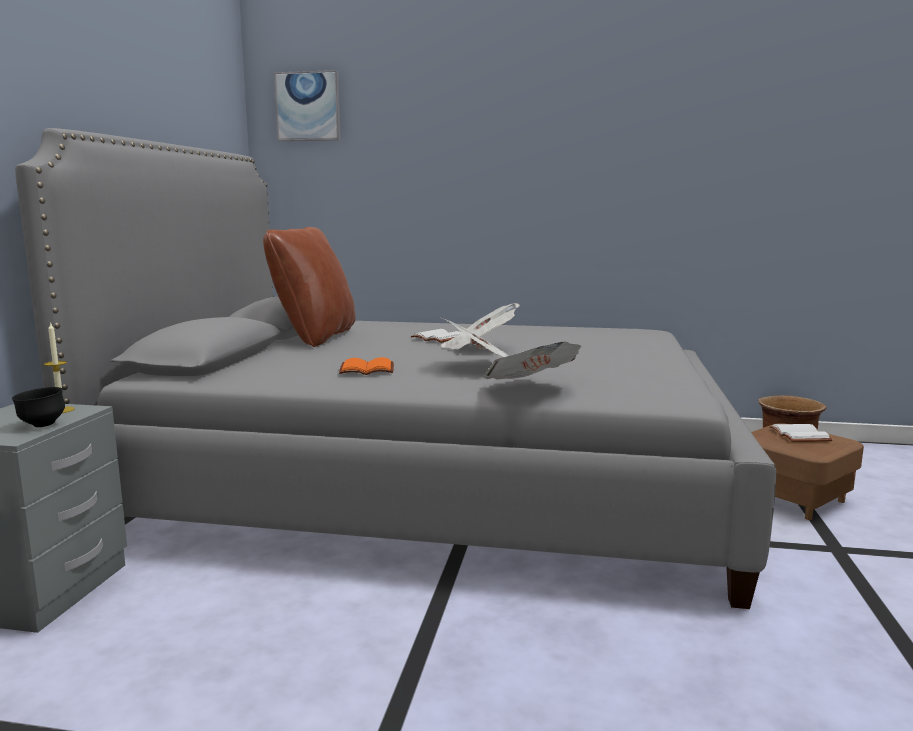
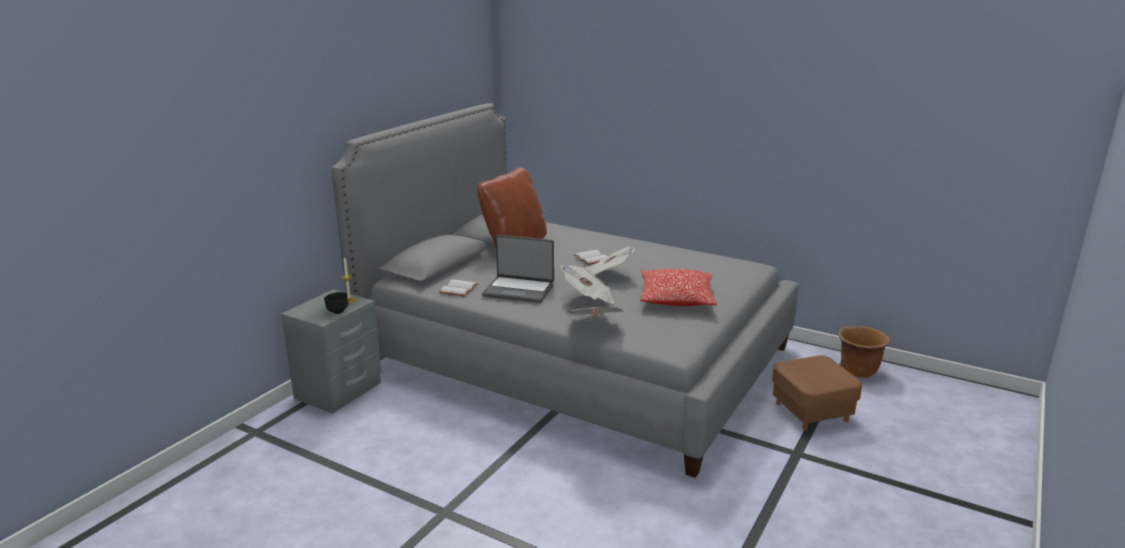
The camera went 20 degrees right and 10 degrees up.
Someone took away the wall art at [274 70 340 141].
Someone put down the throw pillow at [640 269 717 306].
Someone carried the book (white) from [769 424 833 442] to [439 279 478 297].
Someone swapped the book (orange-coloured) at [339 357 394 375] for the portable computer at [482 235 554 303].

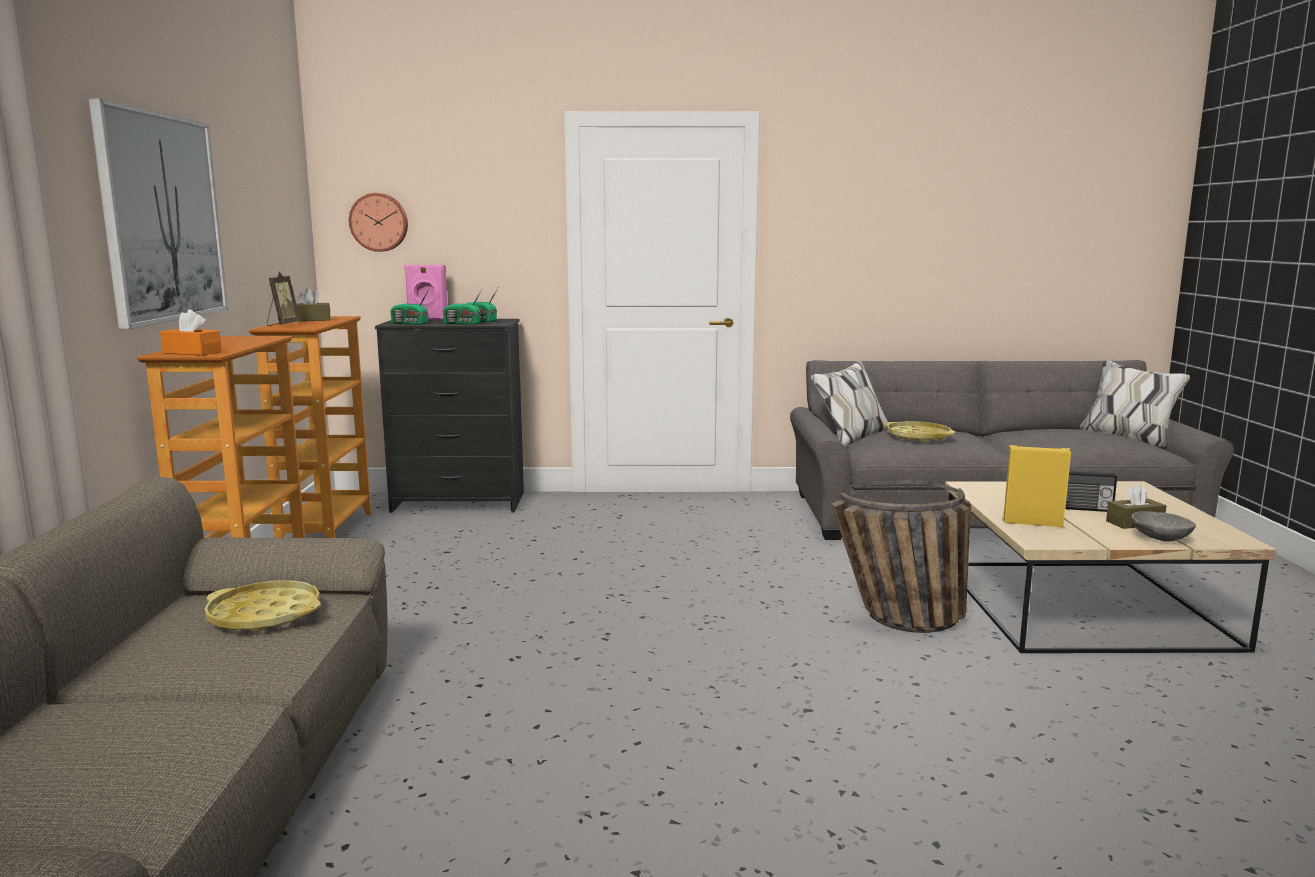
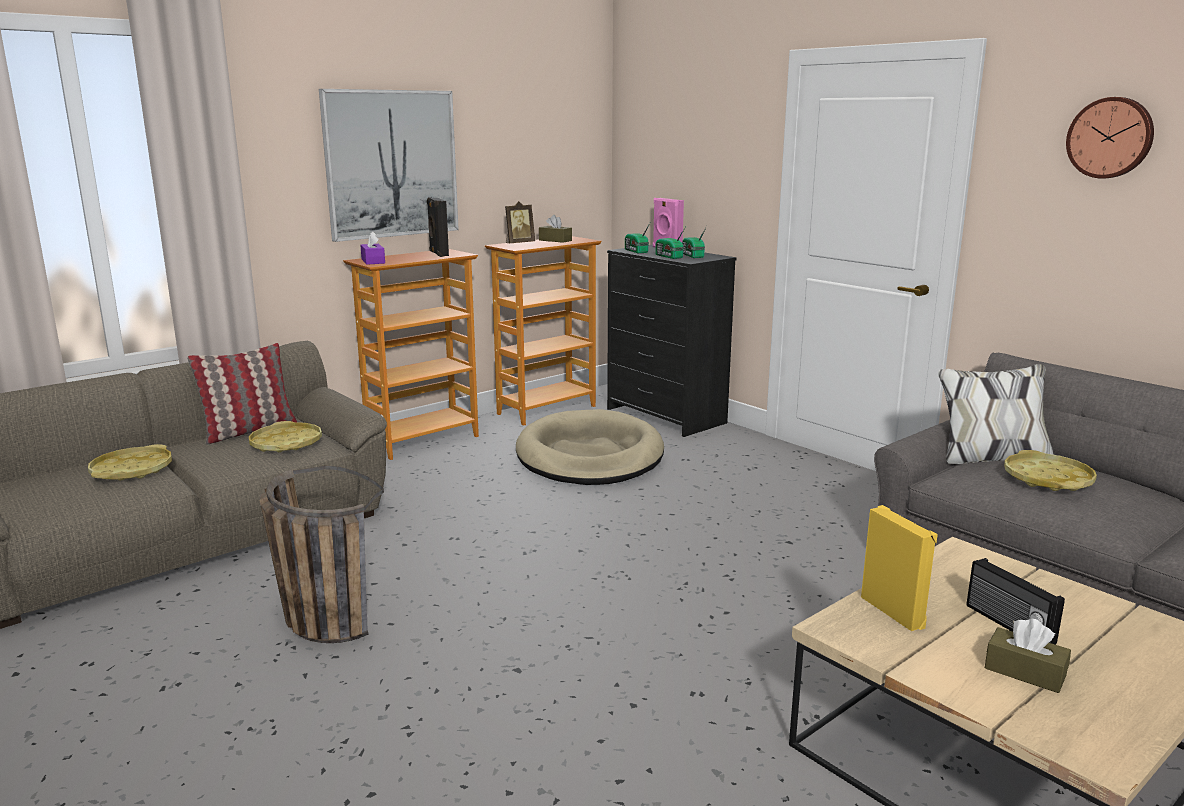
The camera went 50 degrees right and 5 degrees up.
Someone took away the bowl (greyish) at [1131 511 1196 542].
Someone put down the carrying tray (yellow-coloured) at [88 444 172 480].
Someone put down the throw pillow at [187 343 297 444].
Someone put down the loudspeaker (black-coloured) at [427 197 449 257].
Someone put down the dog bed (beige-coloured) at [516 409 664 485].
Someone carried the hanging clock from [349 193 408 252] to [1066 97 1154 179].
Someone carried the basket from [831 480 971 633] to [259 465 384 643].
Someone repainted the tissue box (orange-coloured) at [160 309 222 356], which became the tissue box (purple) at [360 231 385 265].

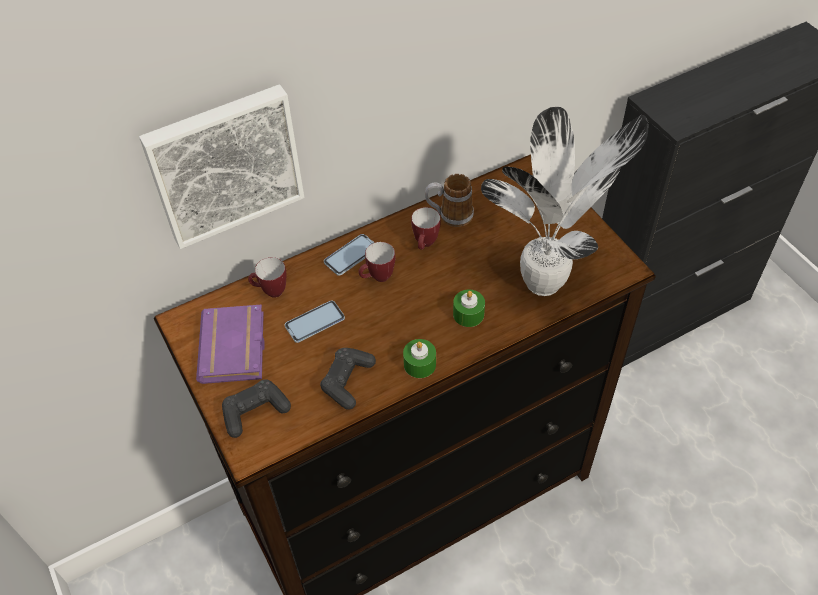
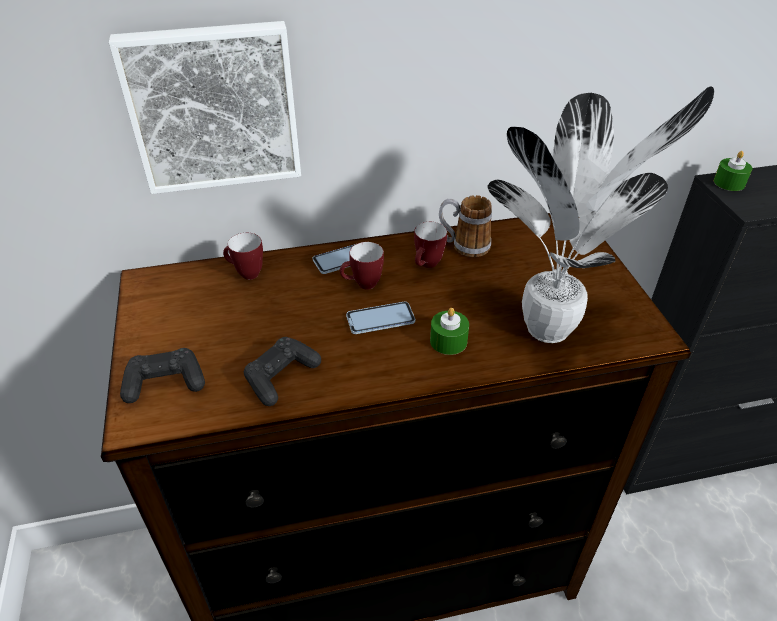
The camera went 15 degrees right and 10 degrees down.
Someone took away the book (purple) at [196 305 265 384].
Someone carried the phone from [285 301 345 343] to [346 301 415 334].
Someone carried the candle (green) from [403 339 436 378] to [714 151 752 191].

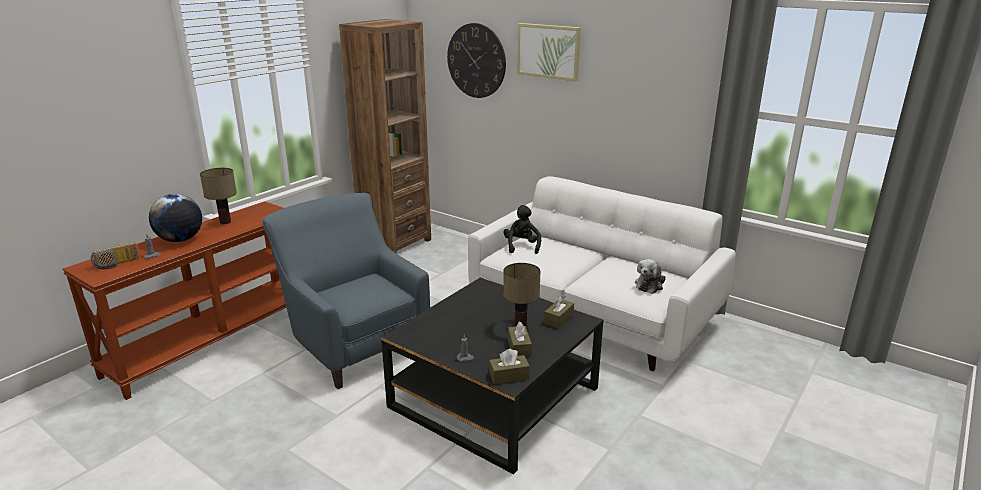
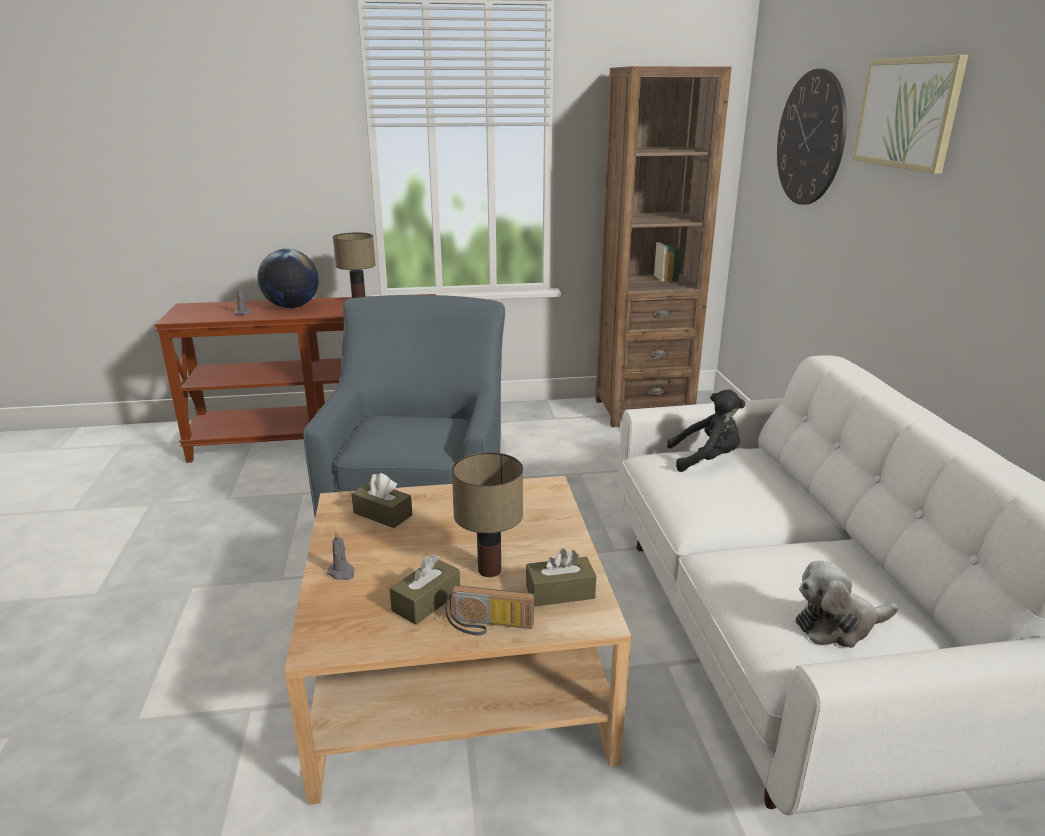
The camera went 45 degrees right and 0 degrees up.
Someone carried the radio receiver from [91 242 139 269] to [445 585 534 635].
Someone carried the tissue box (brown) from [489 349 530 384] to [351 473 412 528].
Someone repainted the coffee table (black-coloured) at [381 278 603 475], which became the coffee table (beige-coloured) at [284 476 631 805].
Someone rotated the cuddly toy (black-coloured) at [503 205 541 254] by 45 degrees clockwise.

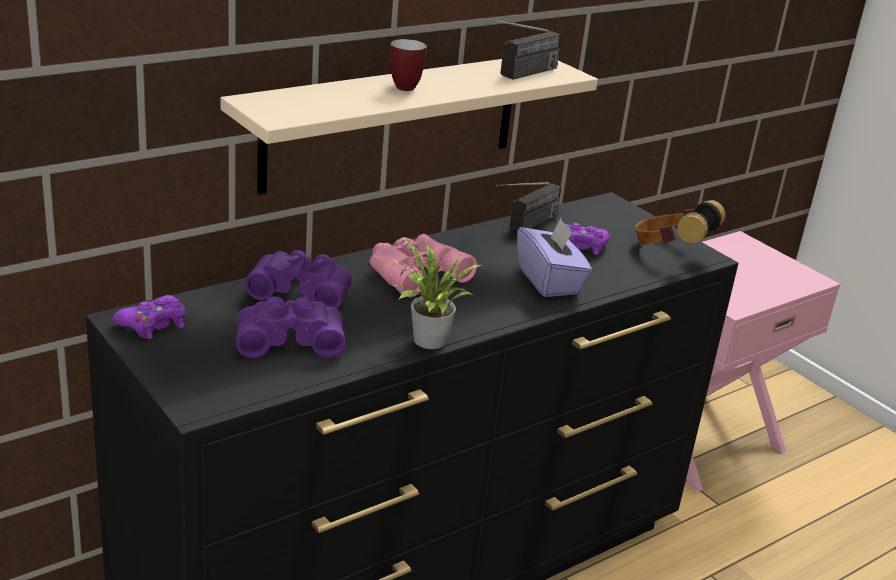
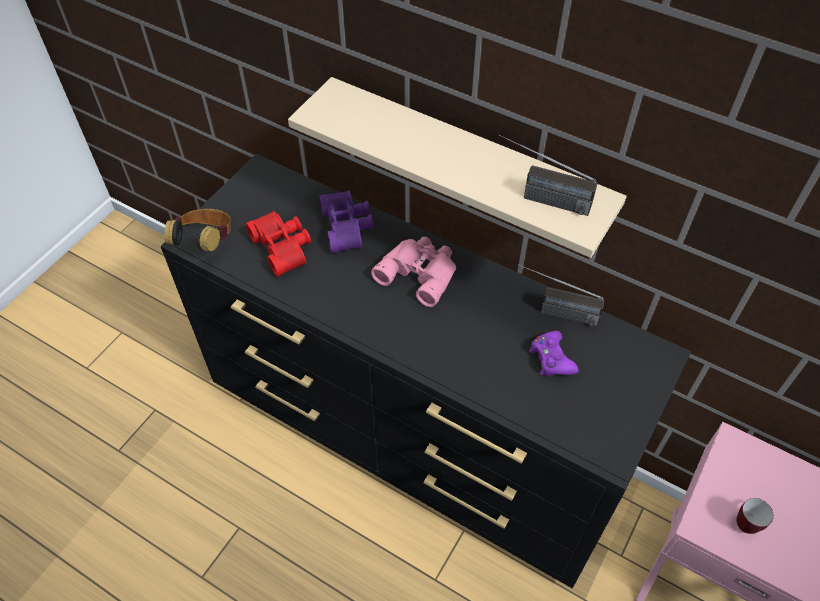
The camera went 70 degrees right and 25 degrees up.
Someone took away the joypad (purple) at [113 295 186 339].
Someone took away the plant in a pot at [391 239 481 349].
Someone took away the tissue box (purple) at [517 217 592 297].
Someone carried the mug from [390 39 427 91] to [737 498 774 534].
Someone carried the pair of headphones from [635 200 726 245] to [164 209 231 251].
Someone repainted the binoculars (purple) at [236 296 346 358], which became the binoculars (reddish) at [245 211 311 277].

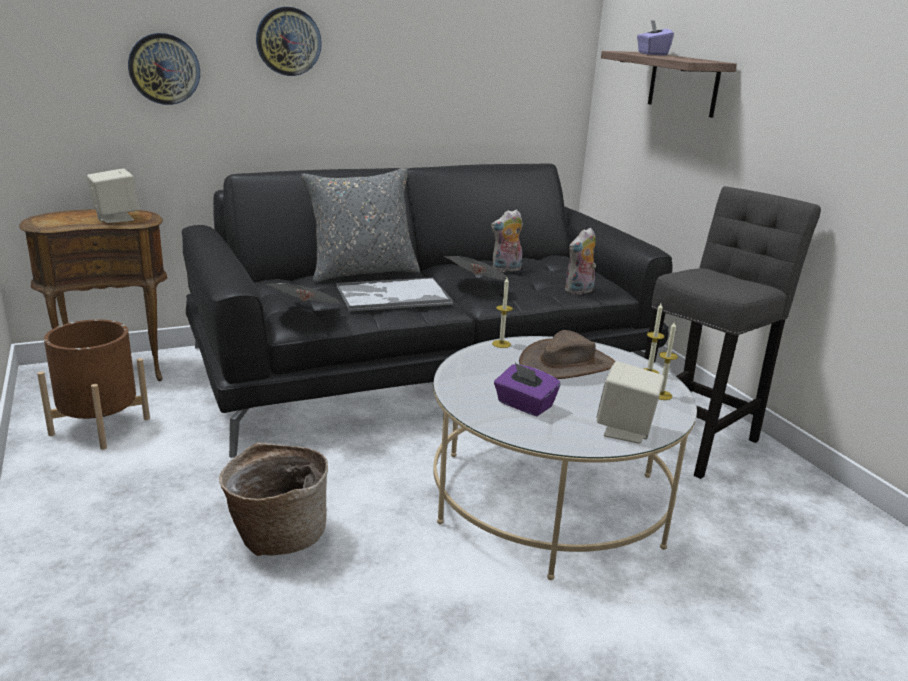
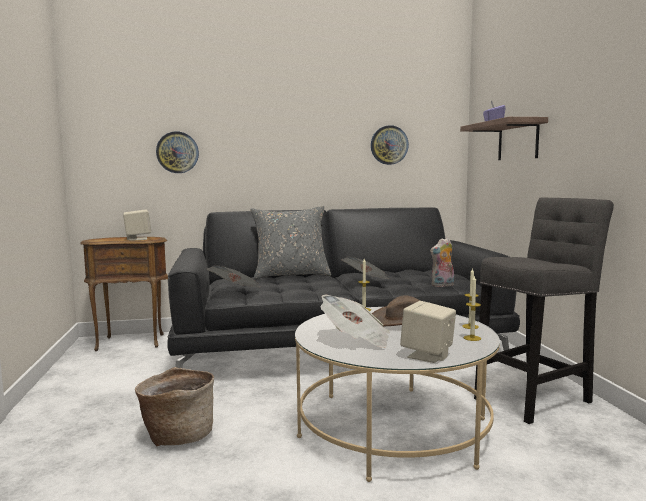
The camera went 15 degrees right and 15 degrees down.
Someone took away the planter (brown) at [37 319 150 450].
Someone took away the carrying tray at [337 277 453 312].
Someone took away the cuddly toy at [491 210 523 272].
Someone carried the hanging clock from [256 7 322 76] to [371 125 409 165].
Someone swapped the tissue box (purple) at [494 363 561 416] for the newspaper at [320 295 390 348].

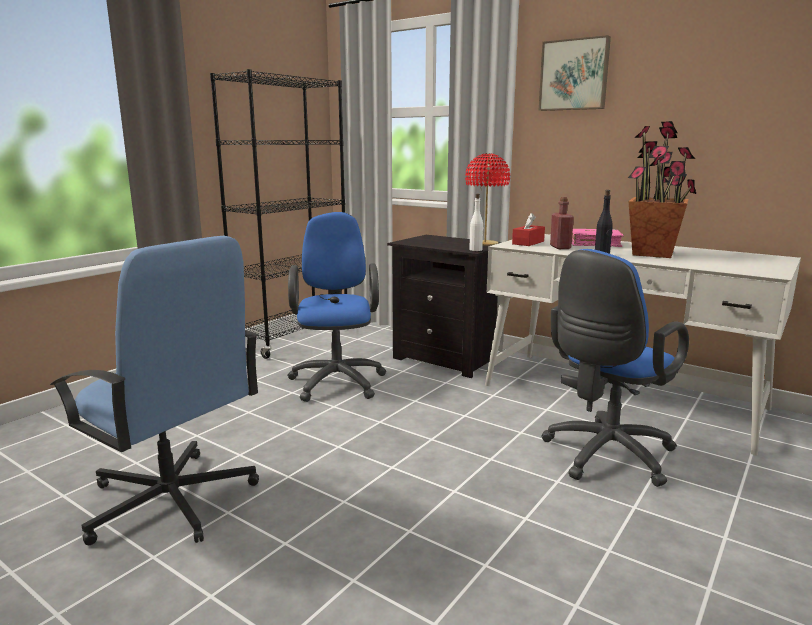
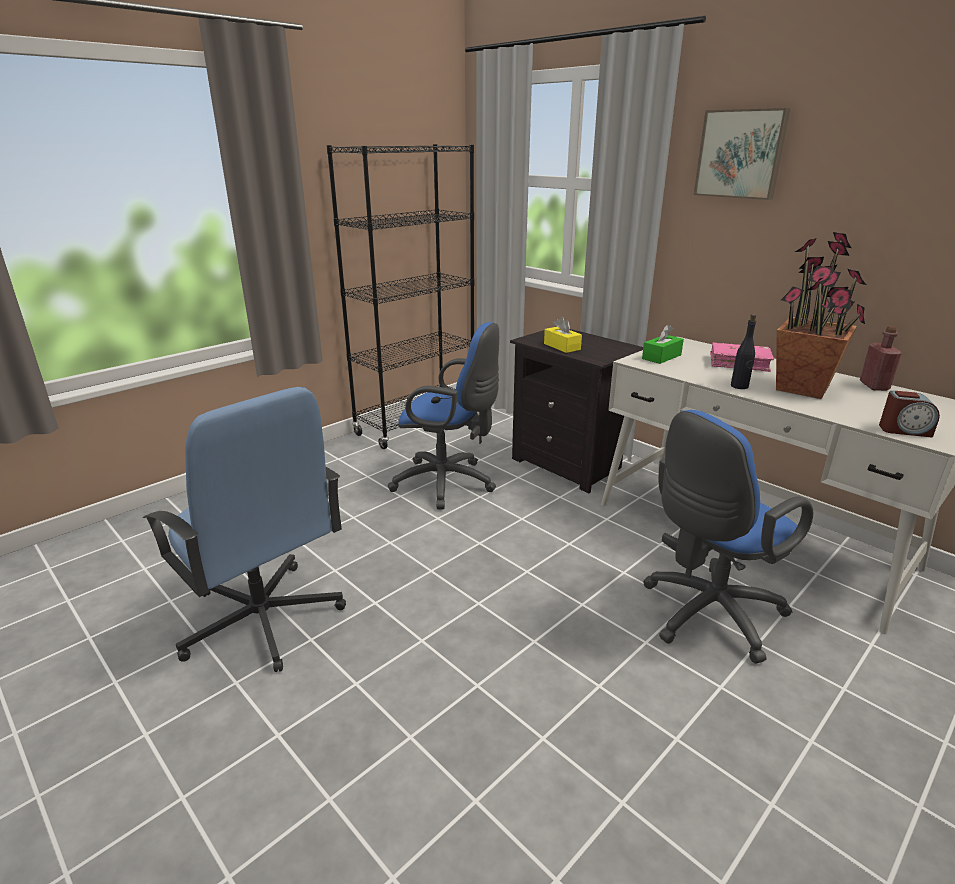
The camera went 10 degrees right and 10 degrees up.
Someone took away the lamp for a table (reddish) at [465 153 510 246].
Someone took away the beverage bottle (white) at [469 193 484 251].
Someone put down the tissue box (yellow-coloured) at [544 317 582 353].
Someone put down the alarm clock at [879 391 940 438].
Someone carried the beverage bottle (reddish) from [550 197 574 249] to [860 326 902 391].
Someone repainted the tissue box (reddish) at [512 213 545 246], which became the tissue box (green) at [642 324 684 364].
Someone rotated the desk chair (blue) at [287 212 386 402] by 105 degrees clockwise.

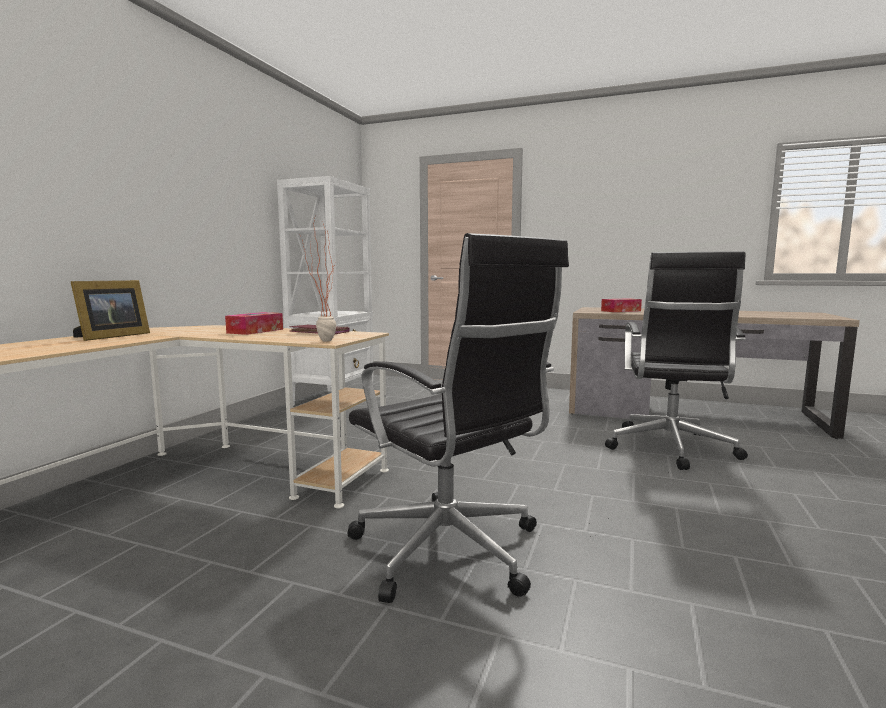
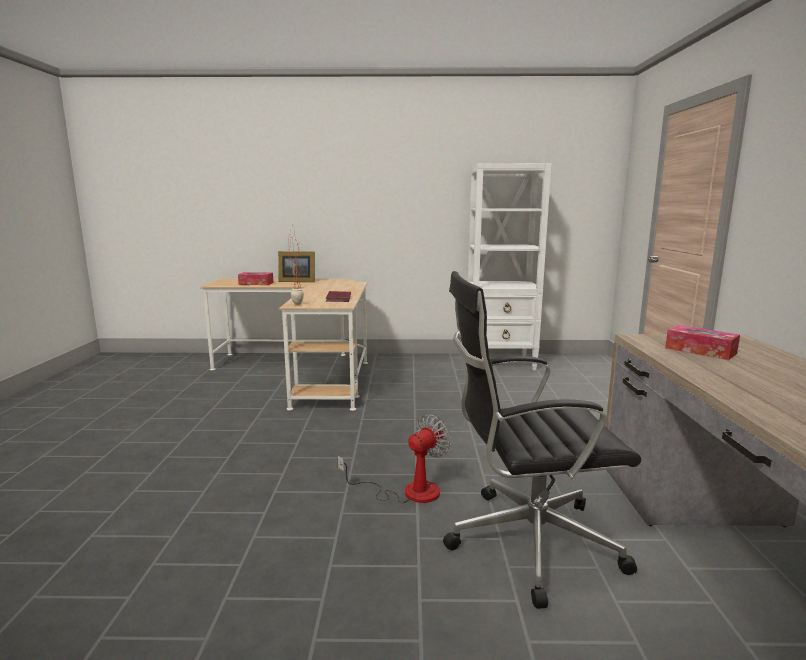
The camera went 70 degrees right and 5 degrees up.
Someone took away the desk chair (black-coloured) at [348 233 569 603].
Someone put down the electric fan at [337 415 451 503].
Someone carried the tissue box from [225 312 283 335] to [238 272 274 285].

